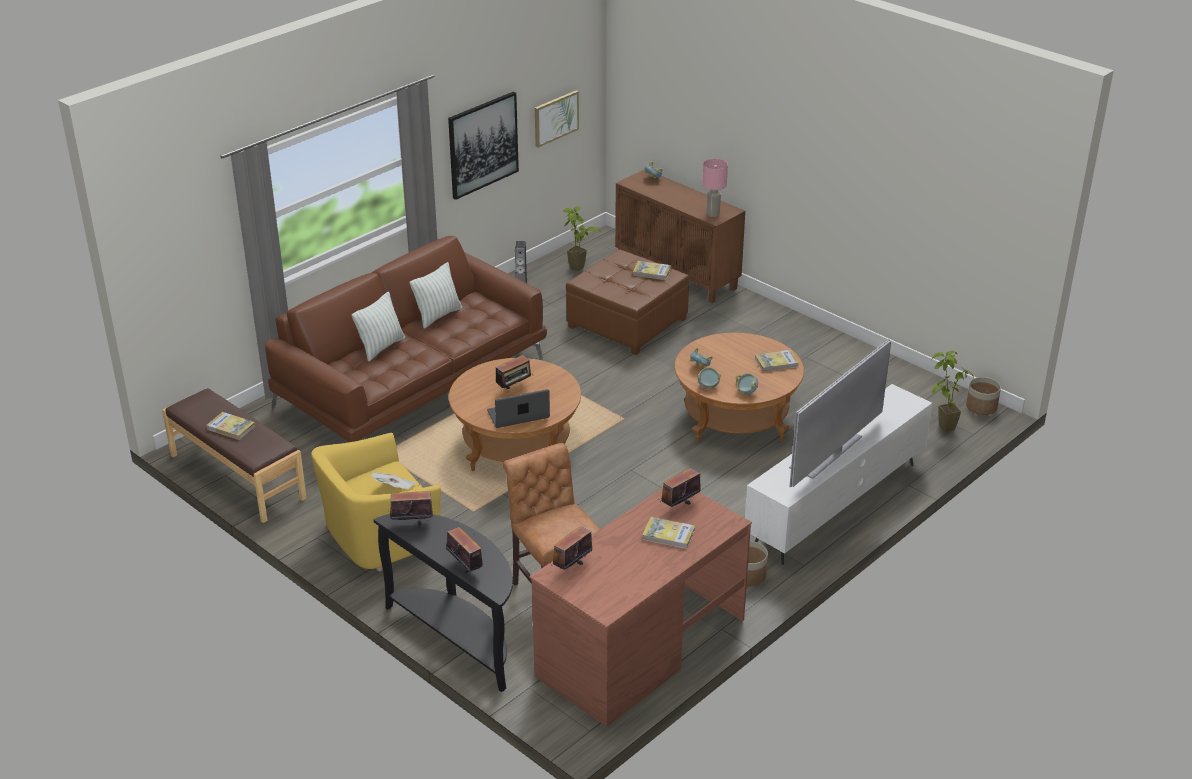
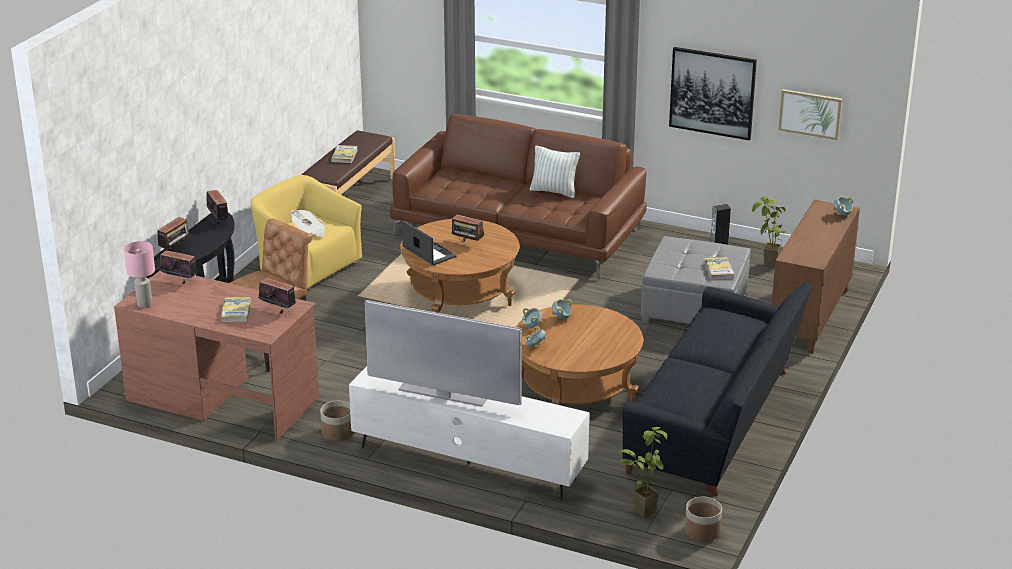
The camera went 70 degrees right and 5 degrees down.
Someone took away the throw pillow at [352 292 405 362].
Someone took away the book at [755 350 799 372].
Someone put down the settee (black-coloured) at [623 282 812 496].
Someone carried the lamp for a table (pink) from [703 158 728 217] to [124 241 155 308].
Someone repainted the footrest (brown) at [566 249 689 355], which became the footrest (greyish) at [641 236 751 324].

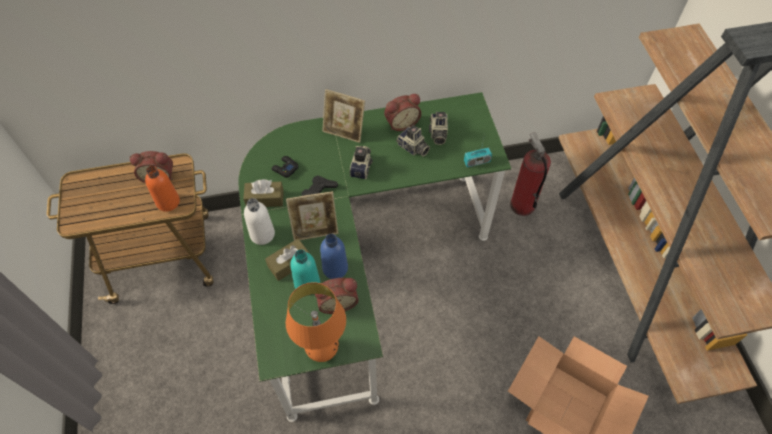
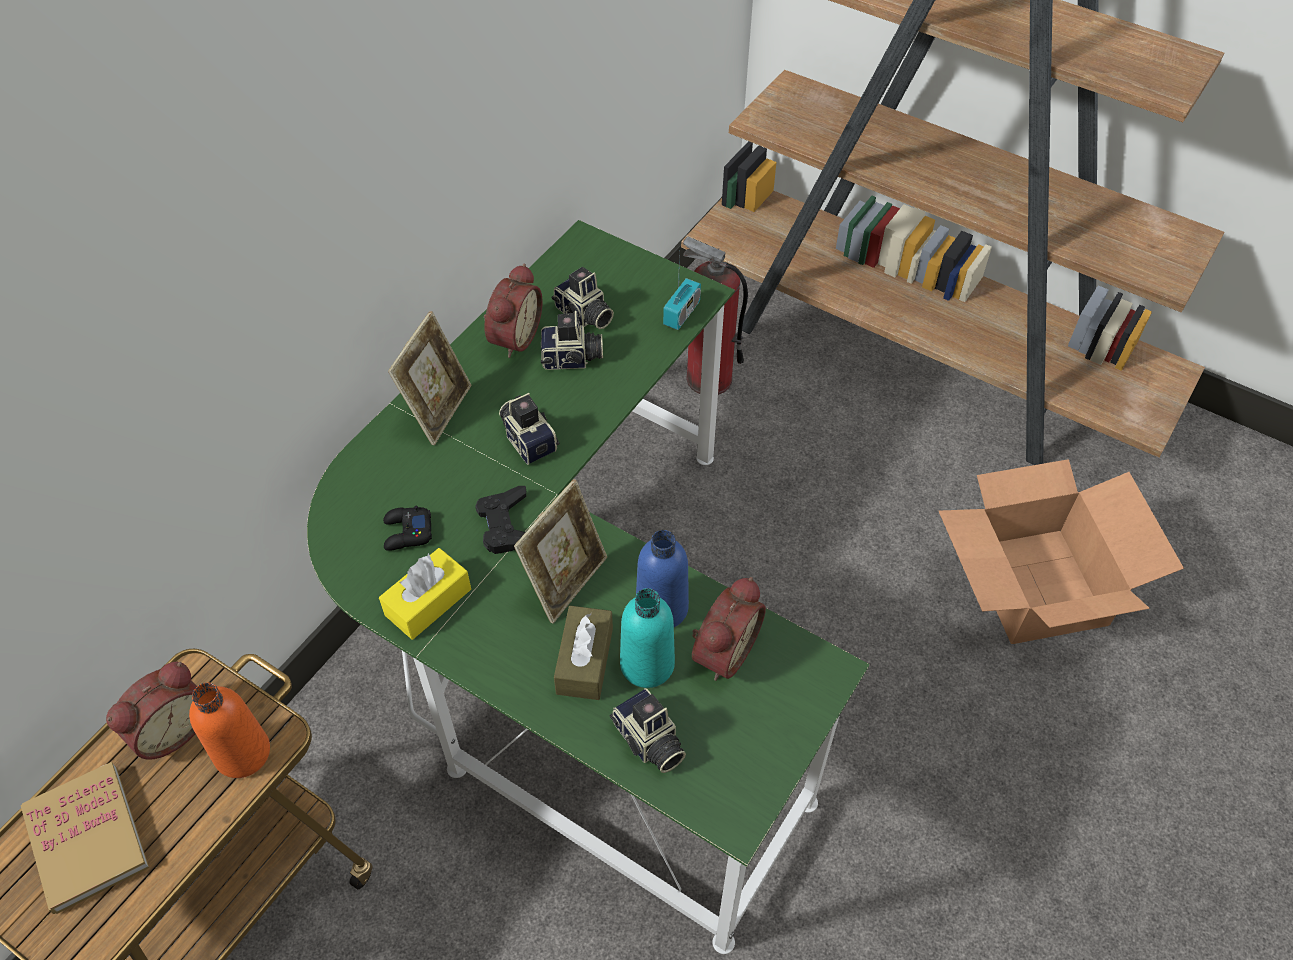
The camera went 45 degrees left and 5 degrees down.
Someone took away the beverage bottle (white) at [244 198 275 245].
Someone took away the lamp for a table (orange-coloured) at [286 282 346 362].
Someone put down the book at [21 762 149 914].
Someone put down the still camera at [610 688 686 773].
Someone repainted the tissue box (brown) at [243 179 284 207], which became the tissue box (yellow-coloured) at [379 548 471 640].
Someone rotated the standing frame at [322 89 365 143] by 45 degrees counterclockwise.

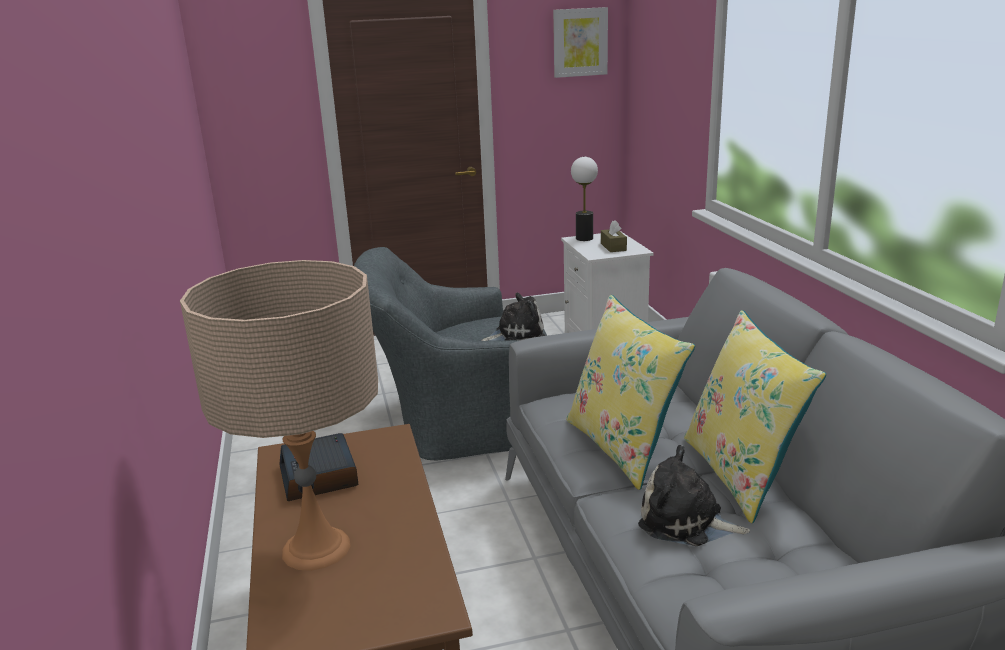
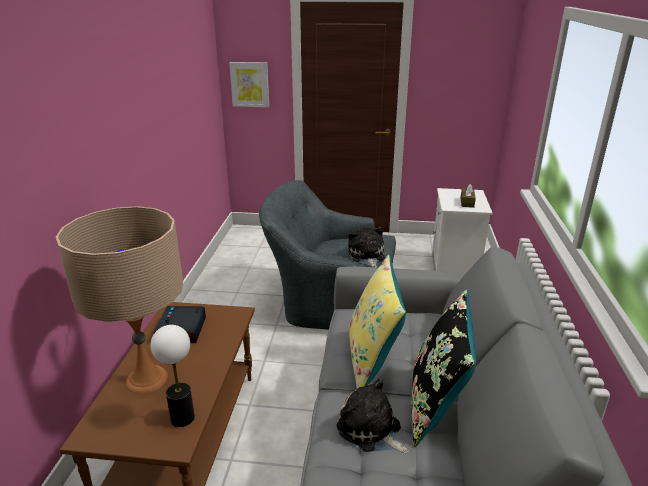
The camera went 20 degrees right and 5 degrees up.
Someone carried the wall art from [553 7 608 78] to [229 62 269 107].
Someone carried the lamp for a table from [571 157 598 241] to [151 325 195 427].
Someone repainted the throw pillow (yellow-coloured) at [684 310 826 524], which became the throw pillow (black-coloured) at [412 290 476 447].
Someone rotated the cuddly toy at [481 293 546 341] by 105 degrees counterclockwise.

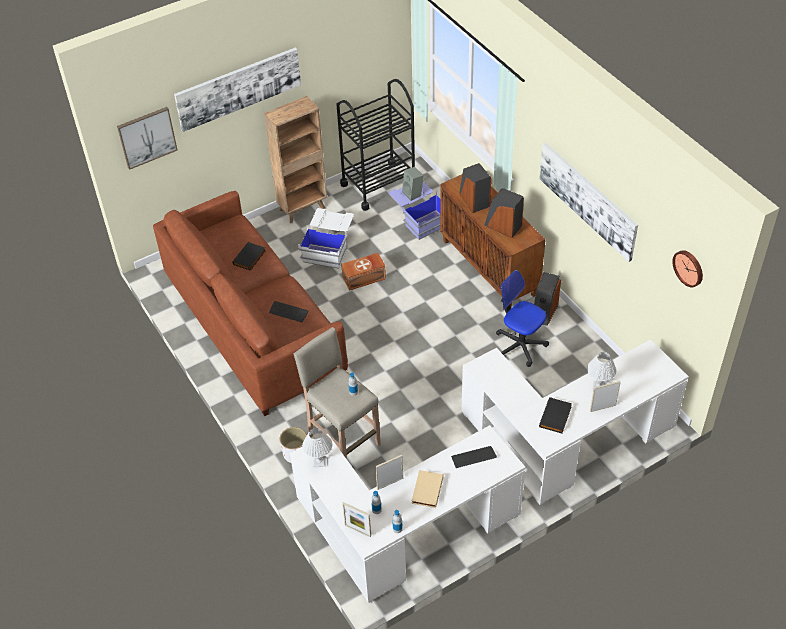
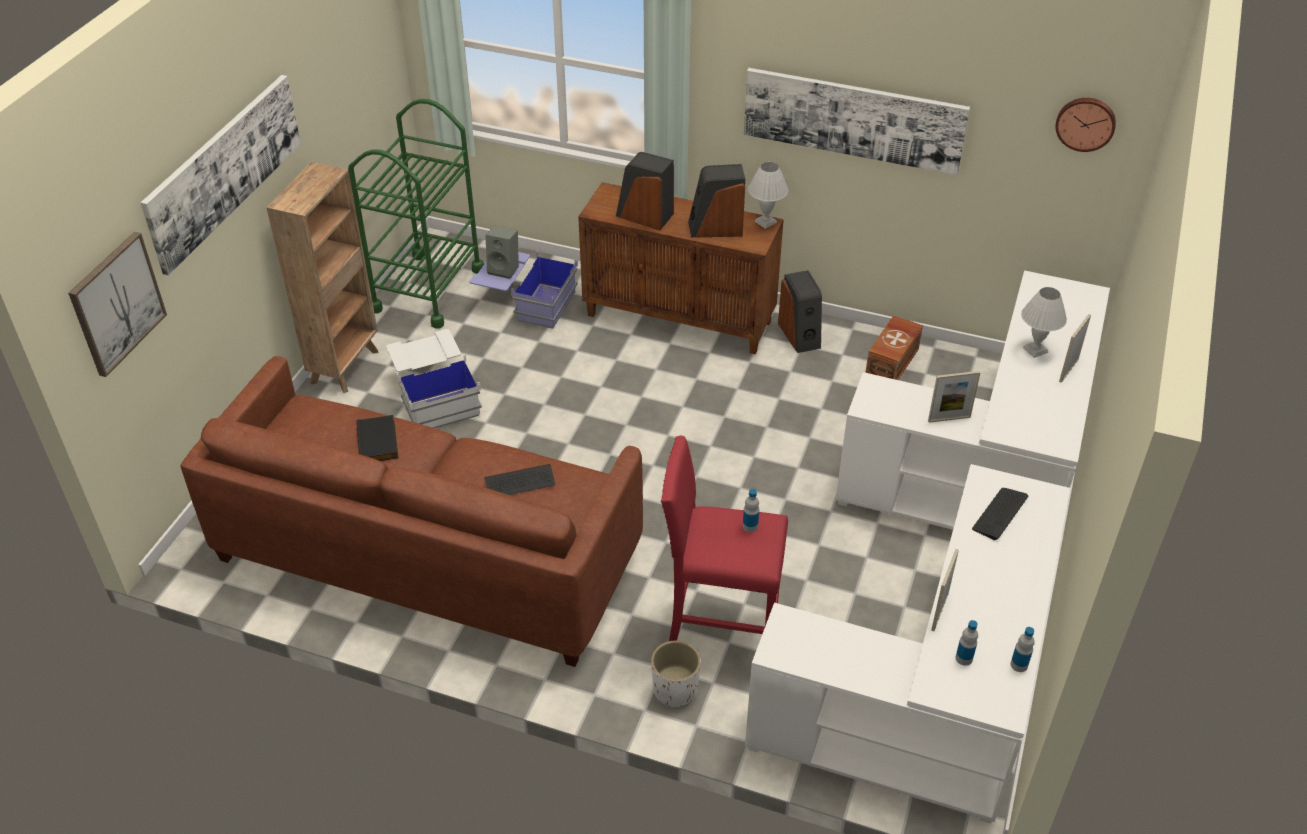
The camera went 40 degrees left and 5 degrees down.
Someone took away the book (beige-coloured) at [411 470 444 508].
Someone took away the desk chair at [496 270 549 367].
Someone took away the book (black-coloured) at [539 397 572 433].
Someone carried the lamp for a table (white) from [302 428 332 467] to [748 162 788 229].
Someone carried the storage box (brown) from [341 253 386 291] to [865 315 923 380].
Someone carried the standing frame from [342 502 371 537] to [928 371 980 423].
Someone repainted the stool (beige-coloured) at [293 327 381 459], which became the stool (reddish) at [661 436 788 641].
Someone repainted the cart (black-coloured) at [336 79 415 211], which became the cart (green) at [348 99 484 328].

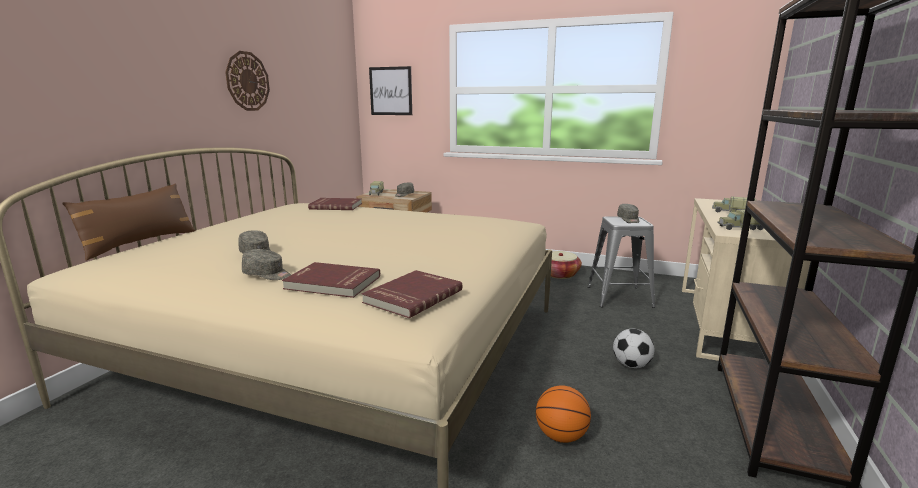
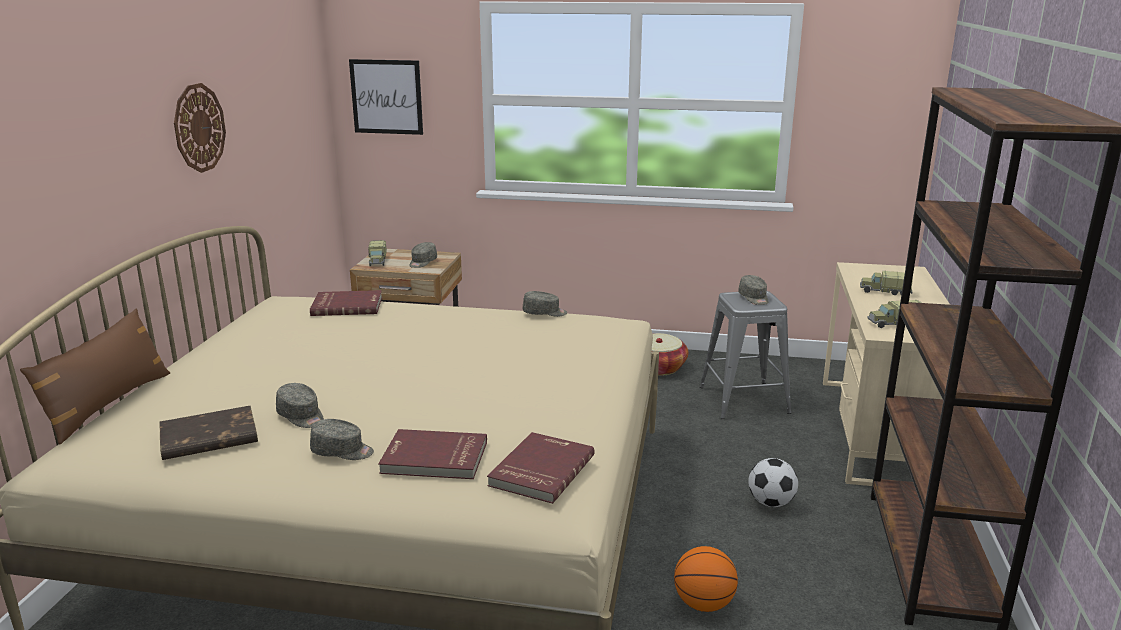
The camera went 10 degrees left and 5 degrees up.
Someone put down the book (brown) at [159 405 258 460].
Someone put down the peaked cap (greyish) at [523 291 567 317].

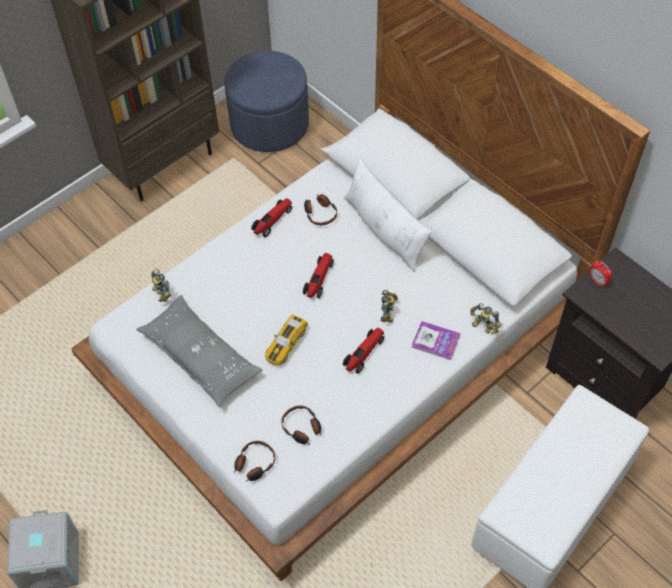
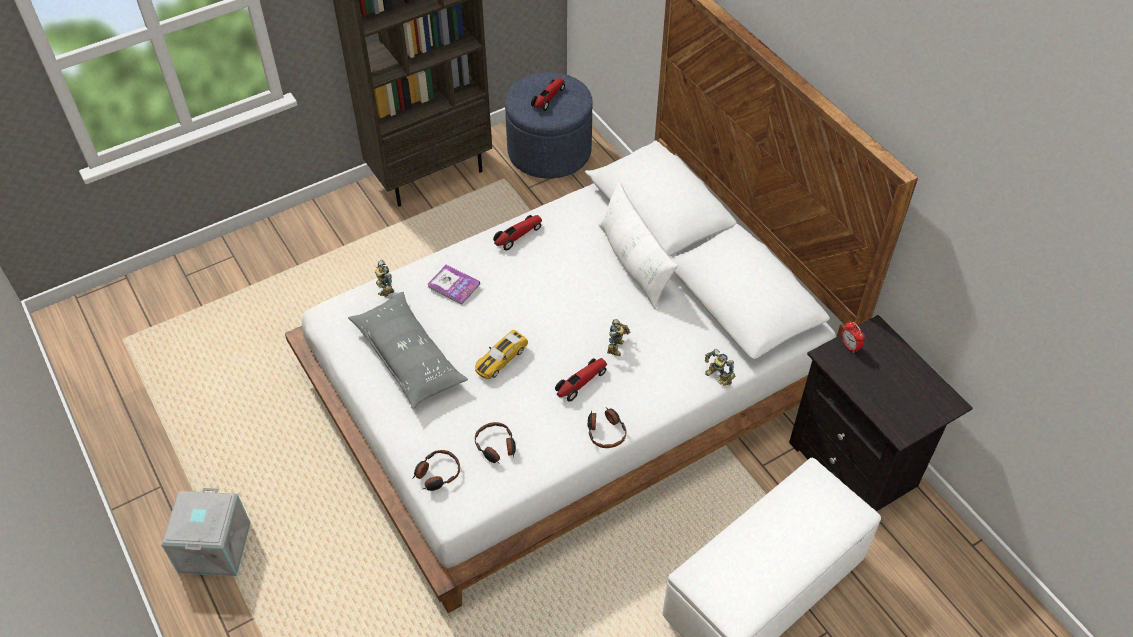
The camera went 10 degrees right and 5 degrees down.
Someone carried the model car from [303 253 334 298] to [531 78 565 111].
Someone carried the pair of headphones from [304 194 337 225] to [588 407 626 448].
Someone carried the book from [412 321 460 360] to [427 265 480 304].

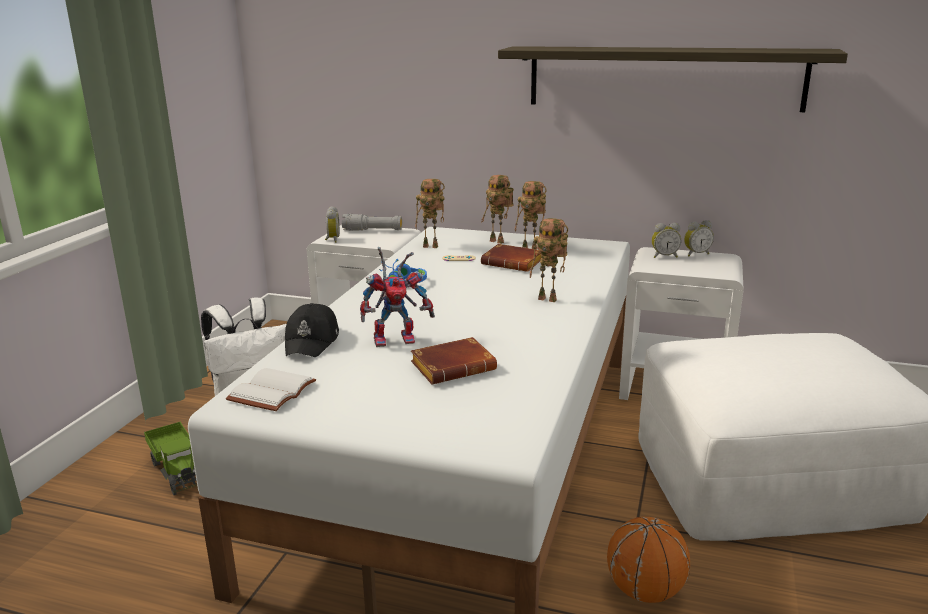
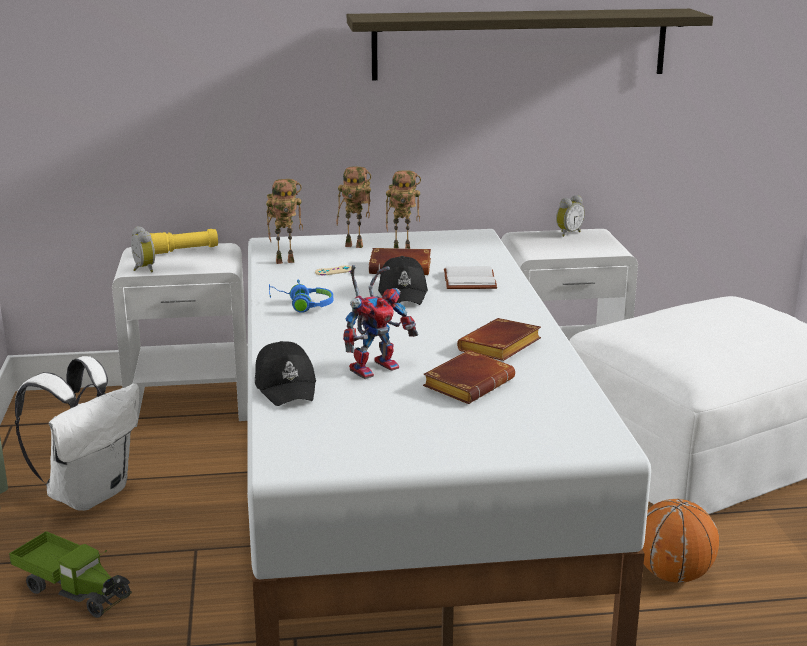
The camera went 25 degrees left and 0 degrees up.
Someone took away the toy robot at [529 218 568 302].
Someone took away the alarm clock at [652 223 681 258].
Someone put down the peaked cap (black-coloured) at [378 256 428 305].
Someone put down the book (brown) at [457 318 541 361].
Someone carried the book (white) from [226 368 316 411] to [444 266 497 289].
Someone repainted the torch (greyish) at [342 214 402 231], which became the torch (yellow-coloured) at [150 229 218 254].

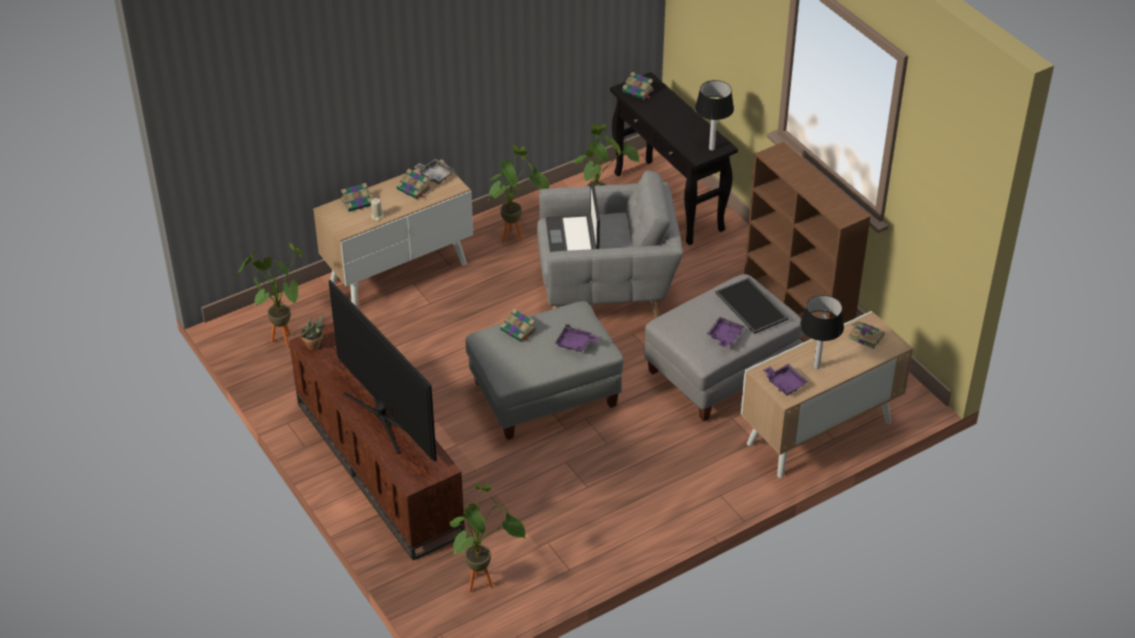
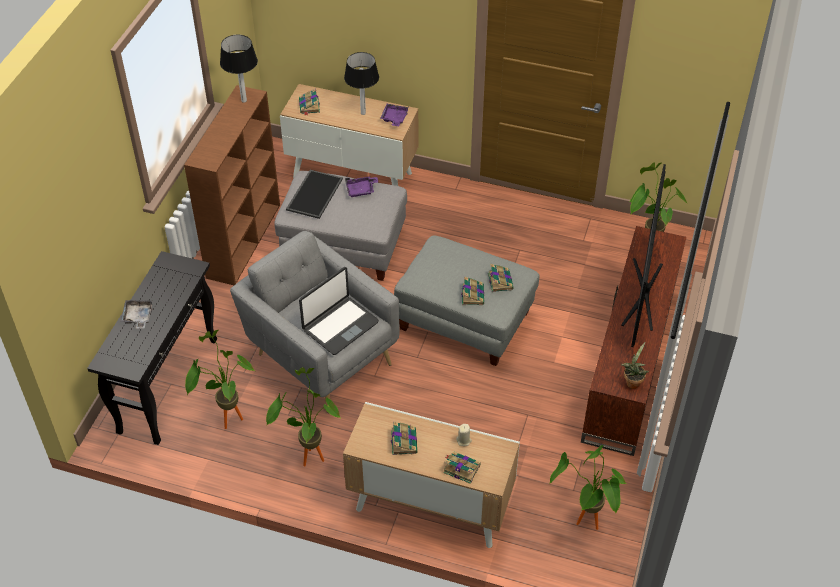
The camera went 130 degrees left and 5 degrees up.
Someone took away the carrying tray (purple) at [555 324 599 352].
Someone carried the carrying tray (greyish) from [414 158 455 184] to [121 300 152 329].
Someone carried the book from [622 72 654 100] to [488 264 514 292].
Someone carried the lamp for a table from [695 80 734 150] to [220 35 258 103].

